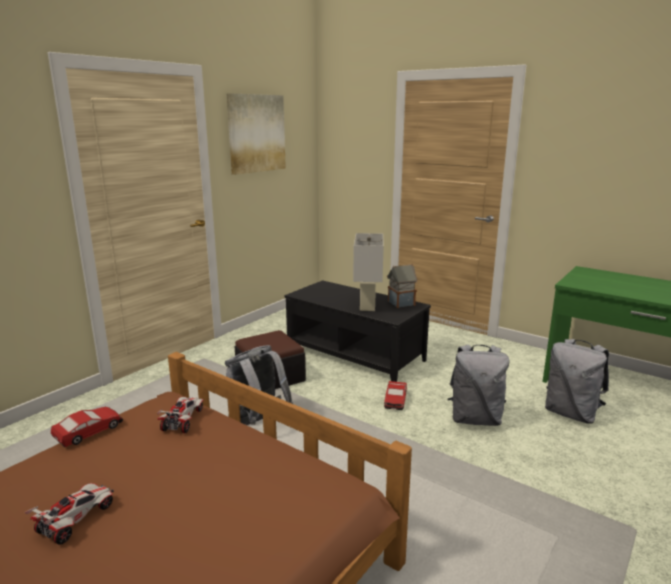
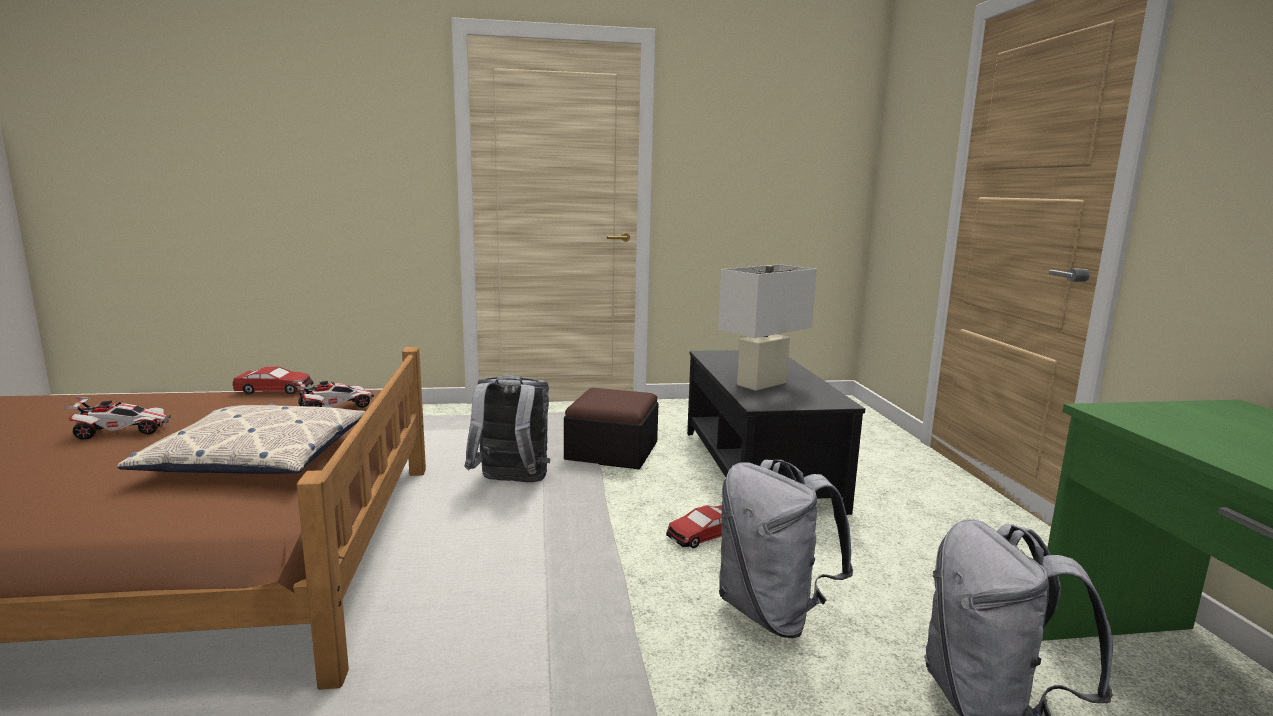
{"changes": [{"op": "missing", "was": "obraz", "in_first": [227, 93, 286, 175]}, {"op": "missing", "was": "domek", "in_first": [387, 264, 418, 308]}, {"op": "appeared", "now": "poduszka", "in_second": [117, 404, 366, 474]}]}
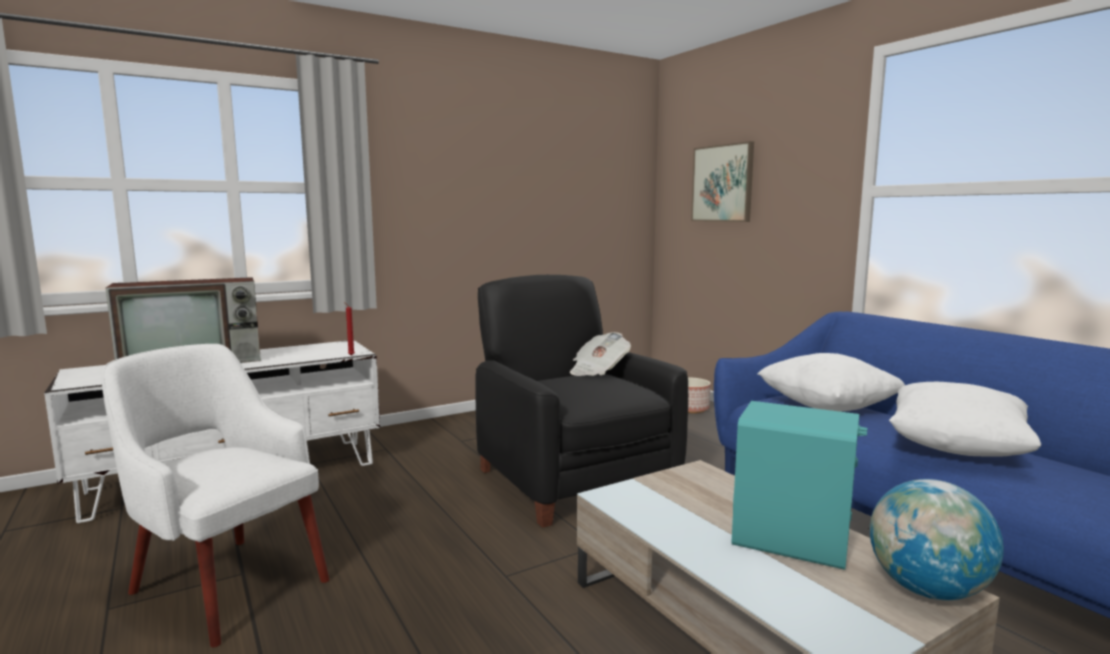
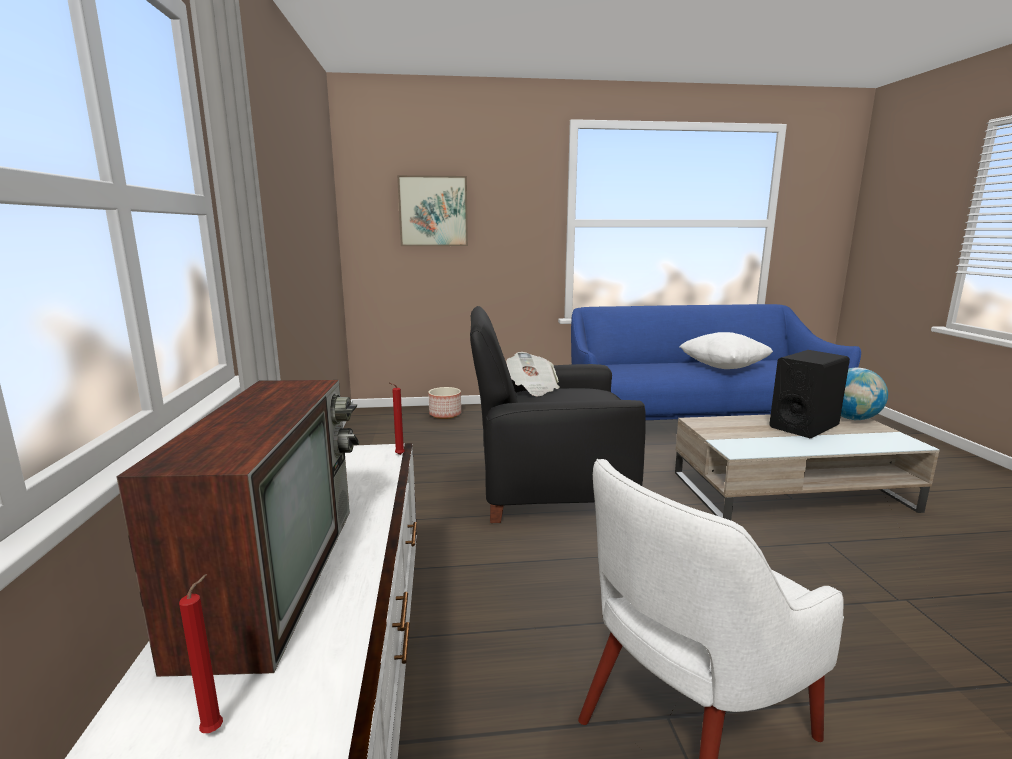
{"changes": [{"op": "missing", "was": "poduszka (biały)", "in_first": [757, 353, 905, 412]}, {"op": "appeared", "now": "świeca (czerwony)", "in_second": [179, 574, 223, 733]}, {"op": "colour", "was": "głośnik (turkusowy)", "now": "głośnik (czarny)", "in_first": [732, 401, 867, 570], "in_second": [769, 350, 850, 438]}]}
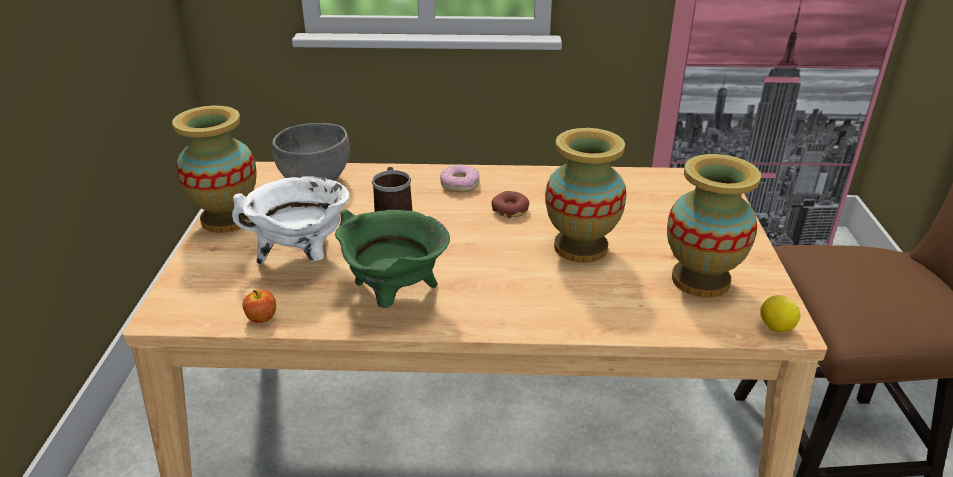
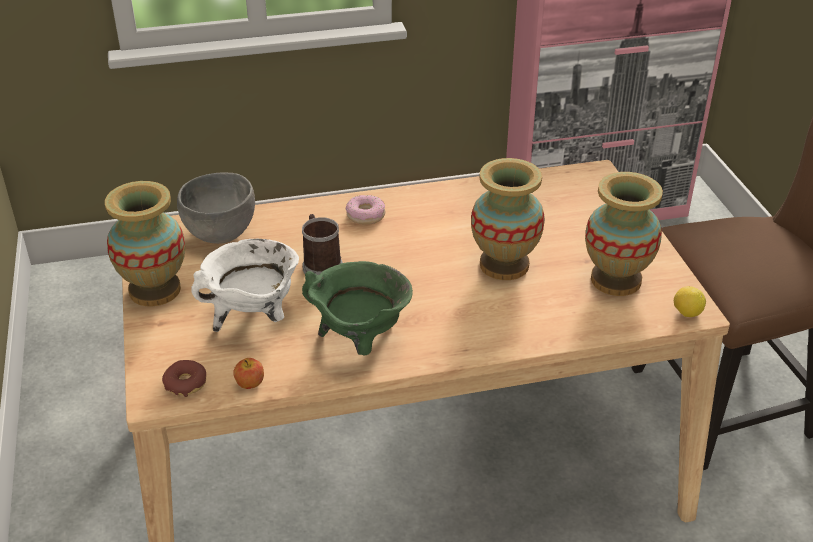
{"changes": [{"op": "relocated", "was": "donut", "in_first": [491, 191, 529, 218], "in_second": [162, 360, 206, 397]}]}
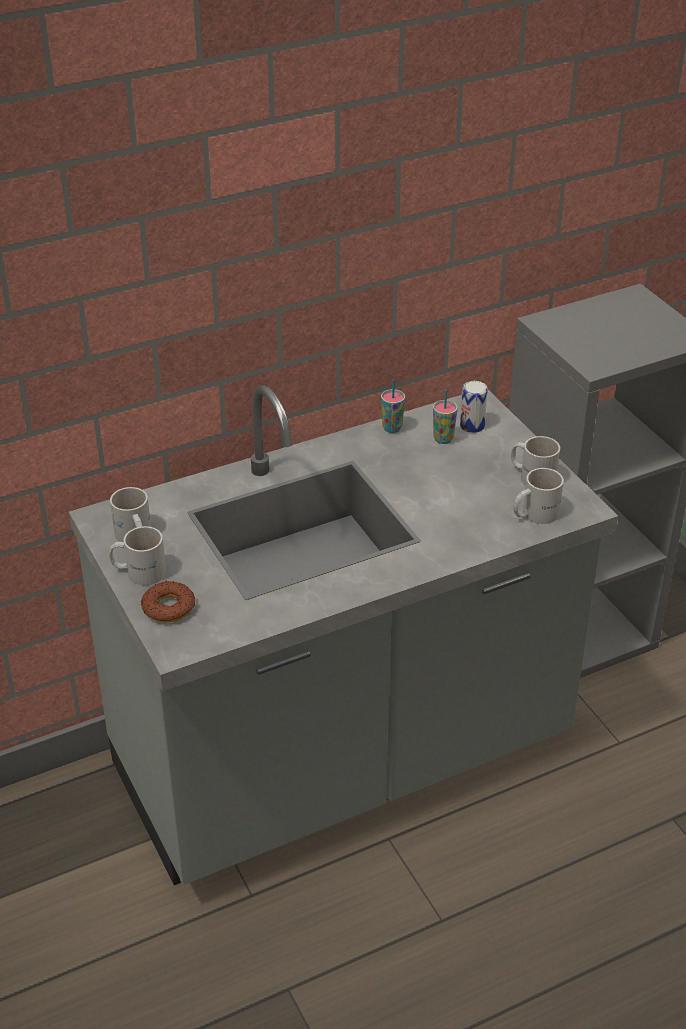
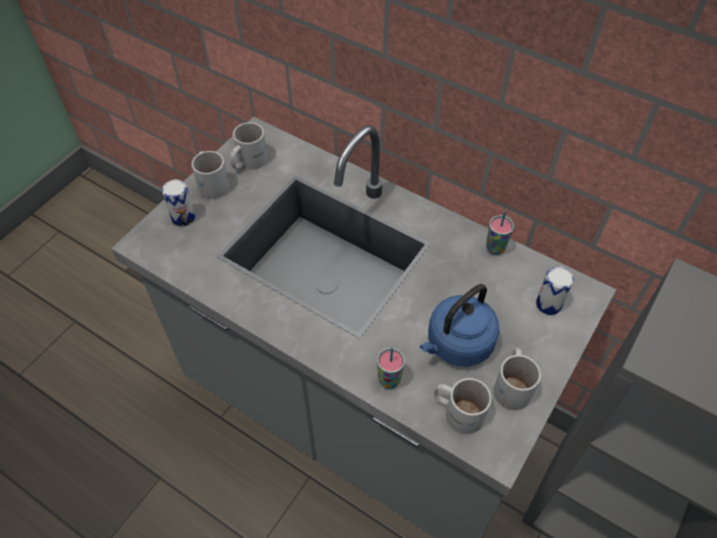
{"changes": [{"op": "appeared", "now": "czajnik (niebieski)", "in_second": [420, 284, 499, 367]}, {"op": "relocated", "was": "filiżanka", "in_first": [433, 390, 458, 444], "in_second": [377, 348, 405, 389]}, {"op": "exchanged", "was": "donut", "now": "puszka", "in_first": [141, 581, 195, 623], "in_second": [162, 180, 195, 226]}]}
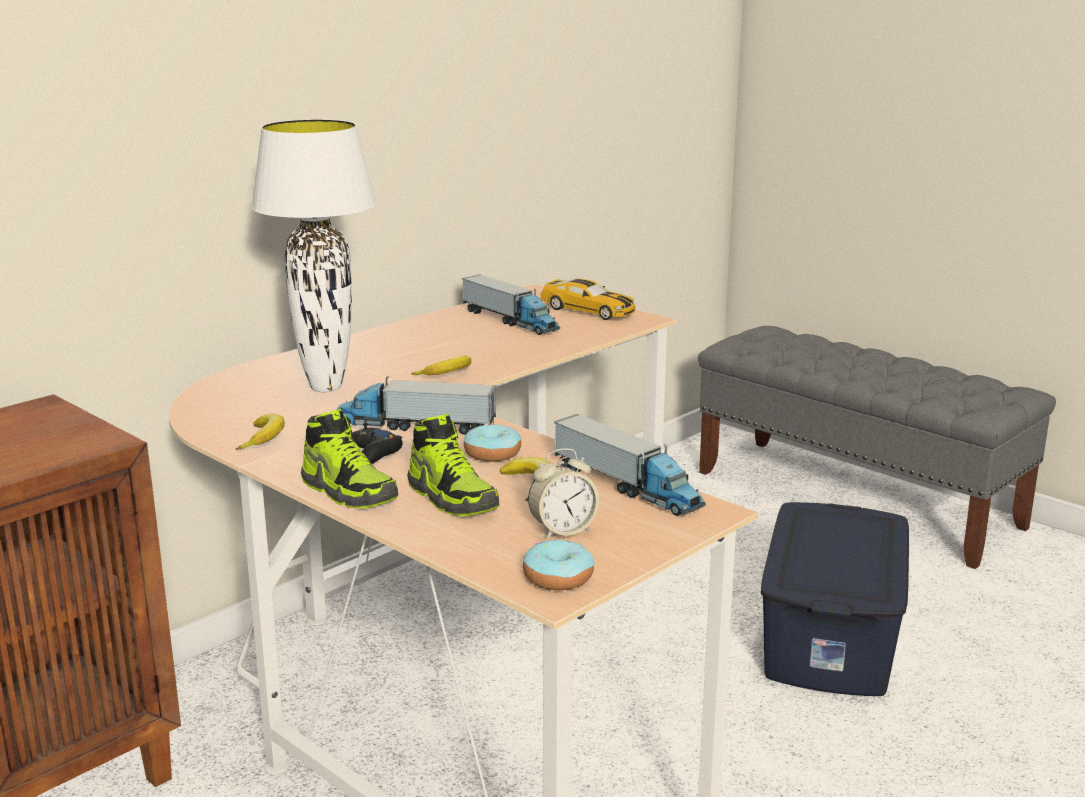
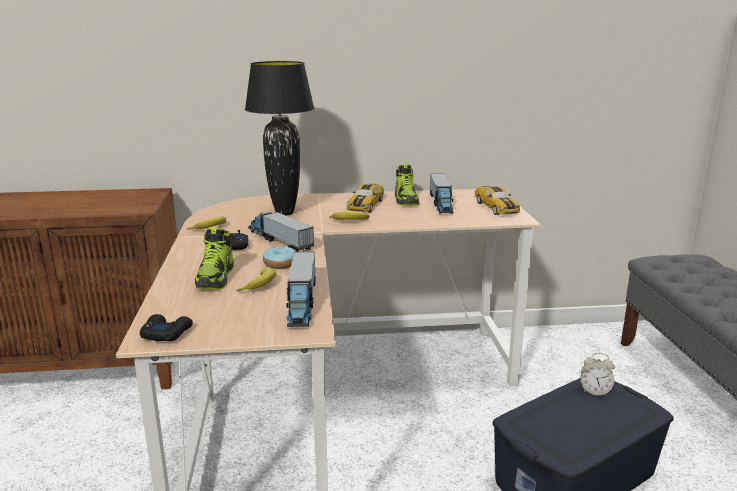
{"changes": [{"op": "appeared", "now": "samochodzik", "in_second": [347, 183, 384, 212]}, {"op": "relocated", "was": "but", "in_first": [301, 408, 398, 509], "in_second": [395, 164, 419, 205]}, {"op": "relocated", "was": "budzik", "in_first": [528, 448, 599, 539], "in_second": [581, 353, 615, 396]}, {"op": "exchanged", "was": "donut", "now": "pad do gier (czarny)", "in_first": [523, 539, 595, 590], "in_second": [140, 314, 193, 341]}, {"op": "colour", "was": "lampa stołowa (biały)", "now": "lampa stołowa (czarny)", "in_first": [251, 119, 376, 392], "in_second": [245, 61, 315, 216]}]}
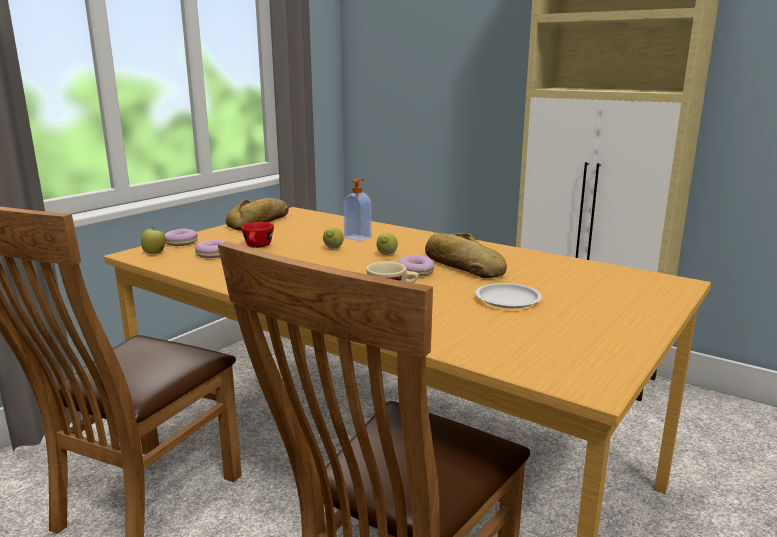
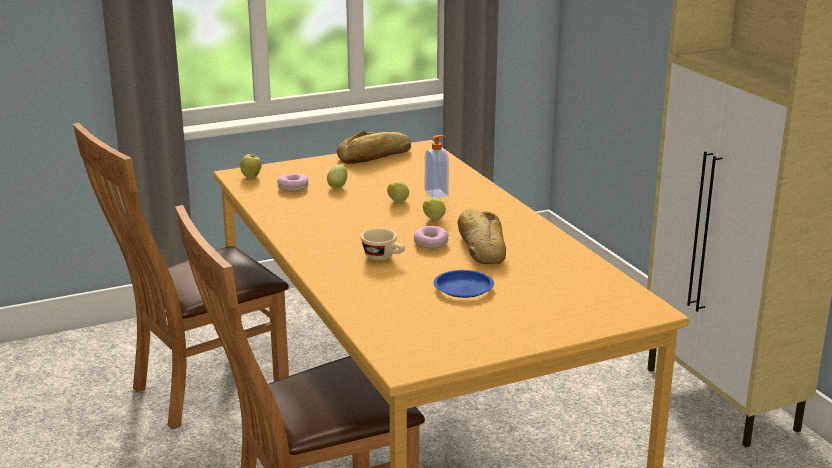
{"changes": [{"op": "missing", "was": "donut", "in_first": [164, 229, 198, 246]}, {"op": "exchanged", "was": "filiżanka (czerwony)", "now": "cytryna", "in_first": [241, 222, 274, 248], "in_second": [327, 164, 347, 189]}, {"op": "colour", "was": "talerz (biały)", "now": "talerz (niebieski)", "in_first": [476, 283, 542, 308], "in_second": [434, 270, 494, 298]}]}
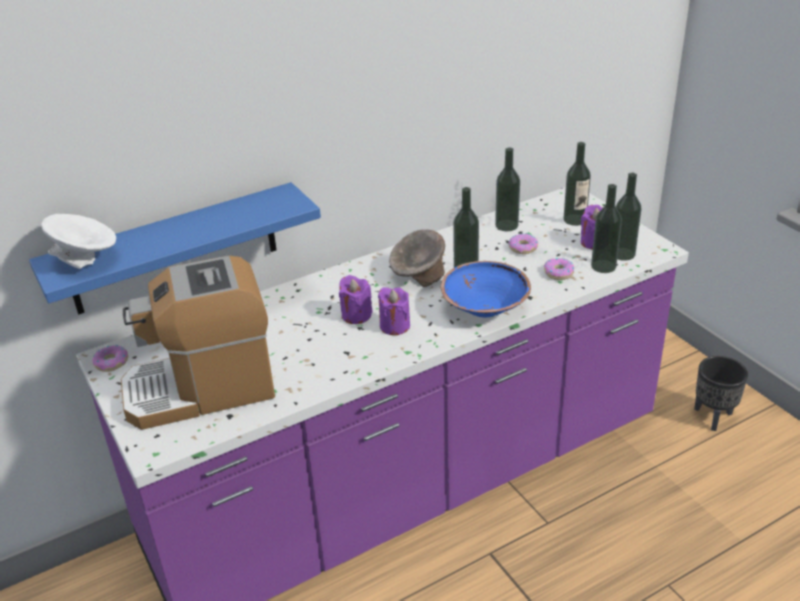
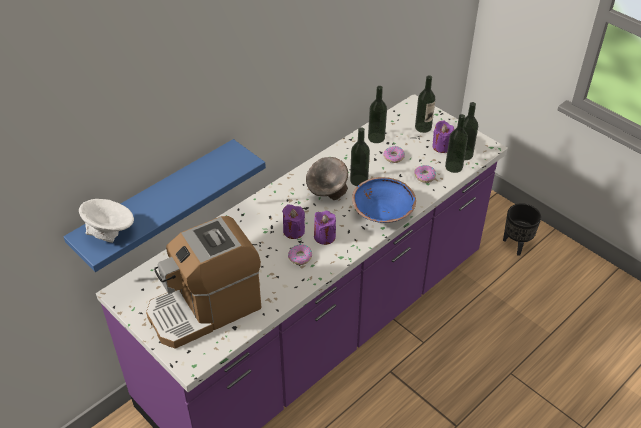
{"changes": [{"op": "relocated", "was": "donut", "in_first": [92, 345, 128, 372], "in_second": [288, 244, 312, 265]}]}
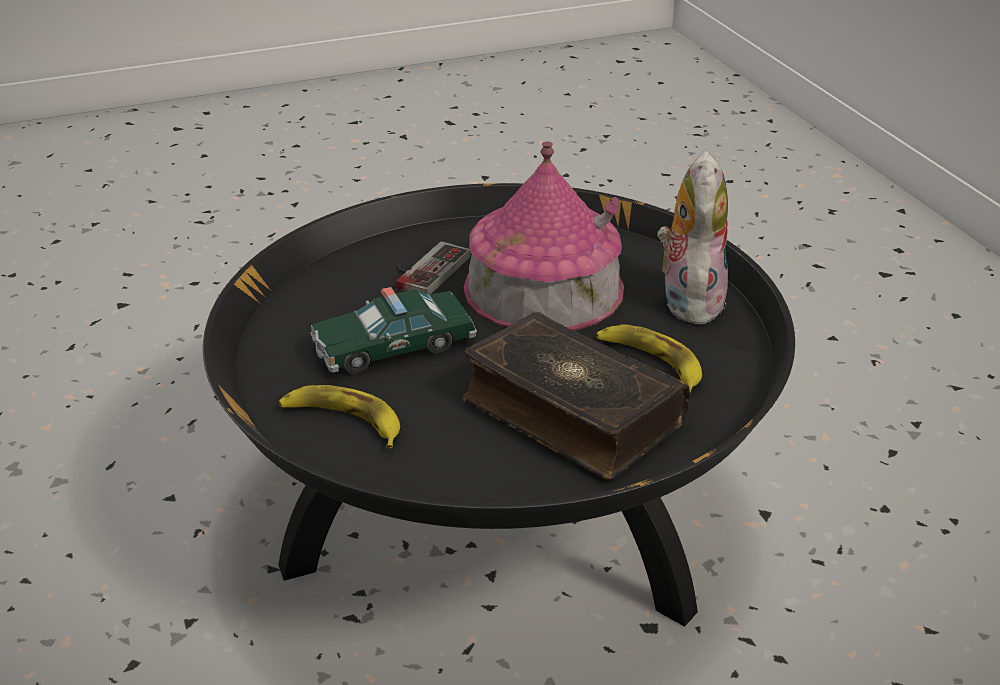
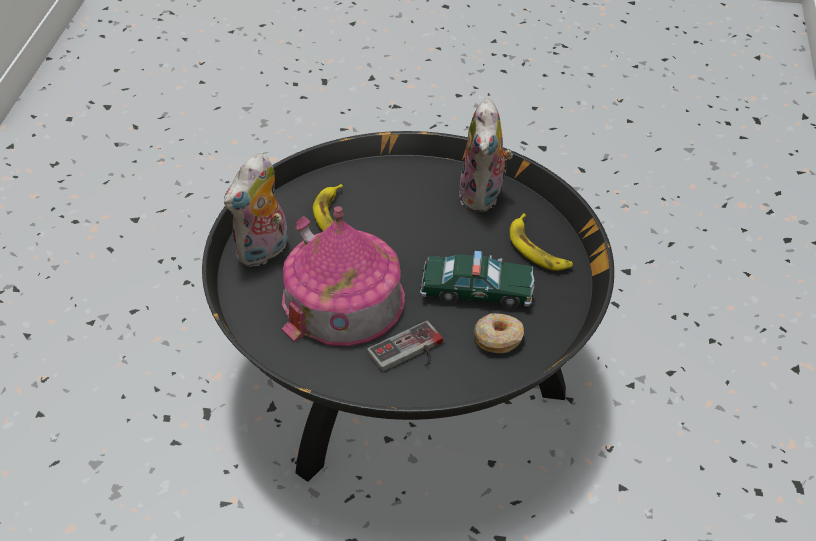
{"changes": [{"op": "missing", "was": "książka", "in_first": [462, 312, 690, 479]}, {"op": "appeared", "now": "pluszak", "in_second": [459, 98, 513, 212]}, {"op": "appeared", "now": "donut", "in_second": [474, 313, 524, 353]}]}
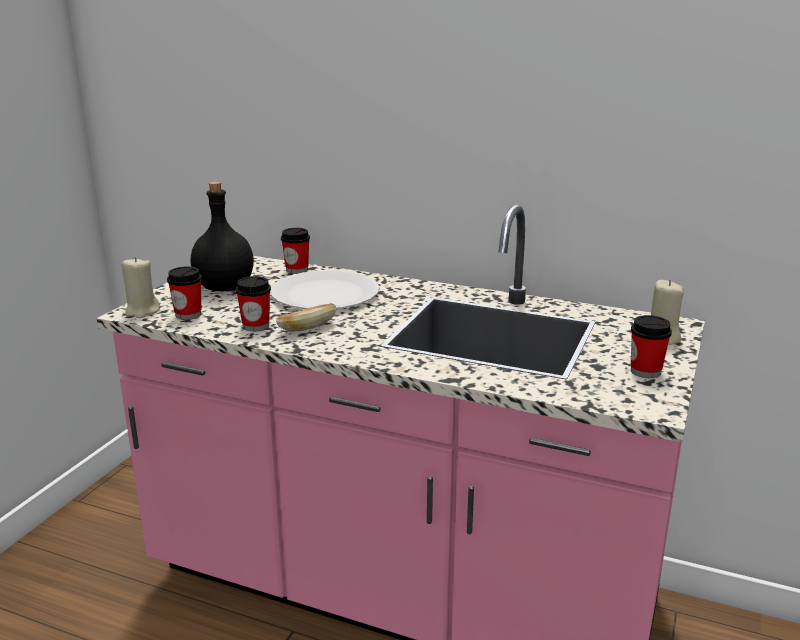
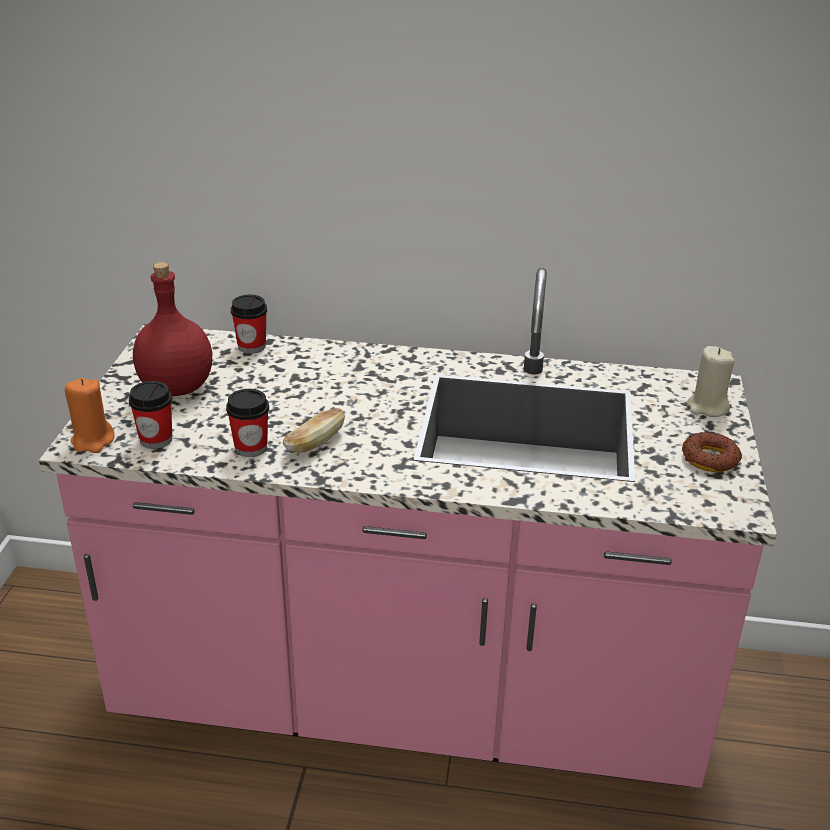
{"changes": [{"op": "missing", "was": "talerz (biały)", "in_first": [270, 270, 380, 309]}, {"op": "exchanged", "was": "filiżanka", "now": "donut", "in_first": [631, 315, 672, 378], "in_second": [682, 432, 742, 472]}, {"op": "colour", "was": "świeca (beżowy)", "now": "świeca (pomarańczowy)", "in_first": [121, 257, 160, 318], "in_second": [65, 378, 114, 453]}, {"op": "colour", "was": "butelka (czarny)", "now": "butelka (czerwony)", "in_first": [191, 182, 254, 291], "in_second": [133, 262, 212, 396]}]}
